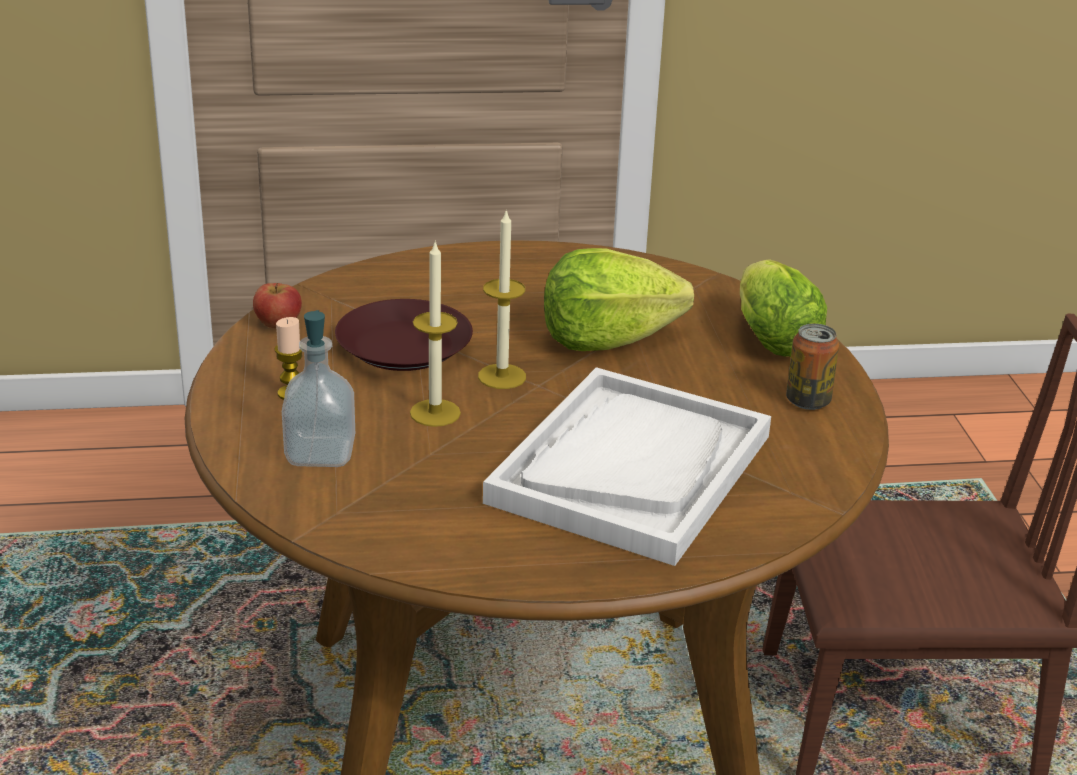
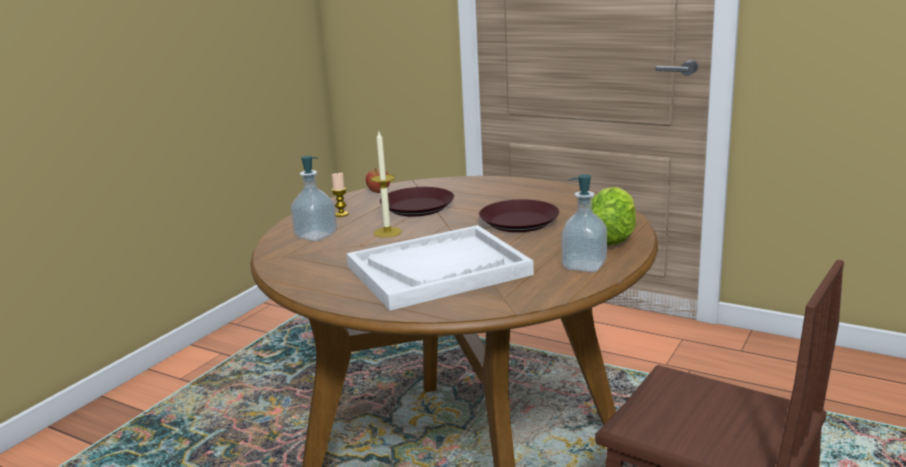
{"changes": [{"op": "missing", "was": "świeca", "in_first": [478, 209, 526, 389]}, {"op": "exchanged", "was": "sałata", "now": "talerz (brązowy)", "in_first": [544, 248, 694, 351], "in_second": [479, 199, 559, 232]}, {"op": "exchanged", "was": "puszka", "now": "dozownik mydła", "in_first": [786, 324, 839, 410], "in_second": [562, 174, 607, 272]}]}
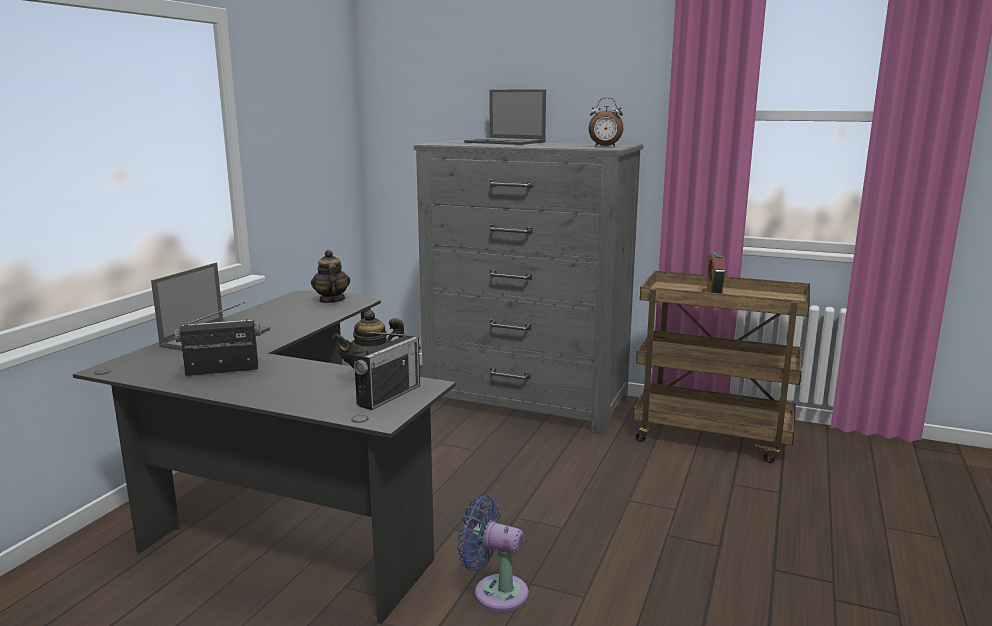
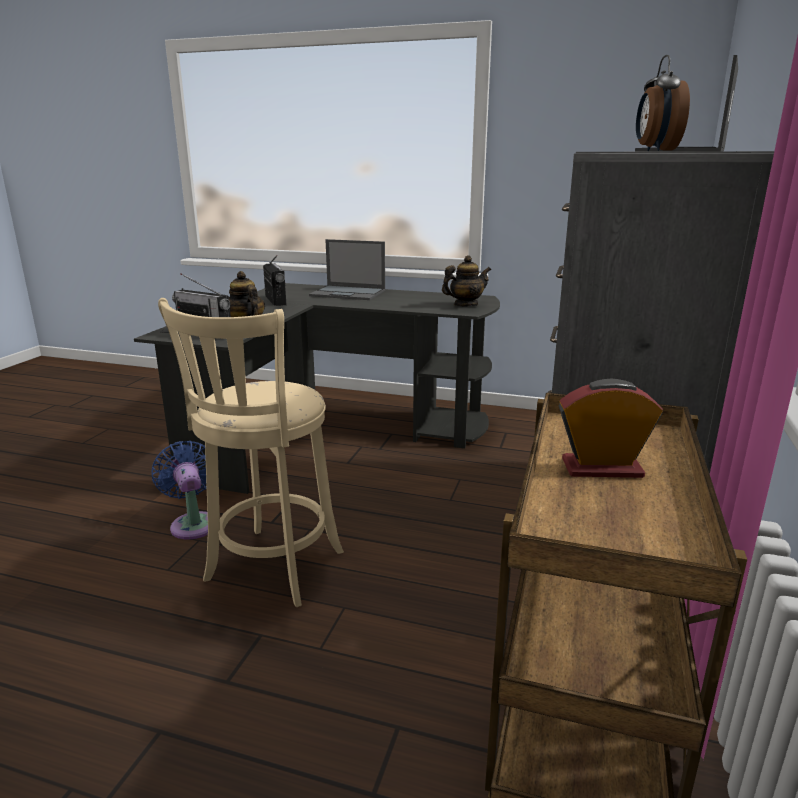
{"changes": [{"op": "appeared", "now": "stołek (beżowy)", "in_second": [158, 298, 344, 607]}, {"op": "spun", "was": "wentylator (niebieski)", "in_first": [457, 495, 529, 612], "in_second": [151, 441, 208, 539], "clockwise": -45}]}
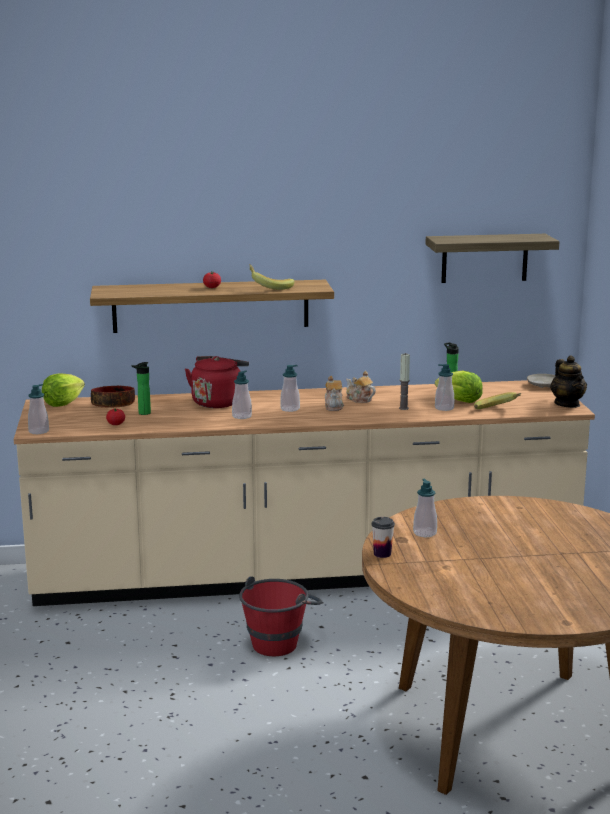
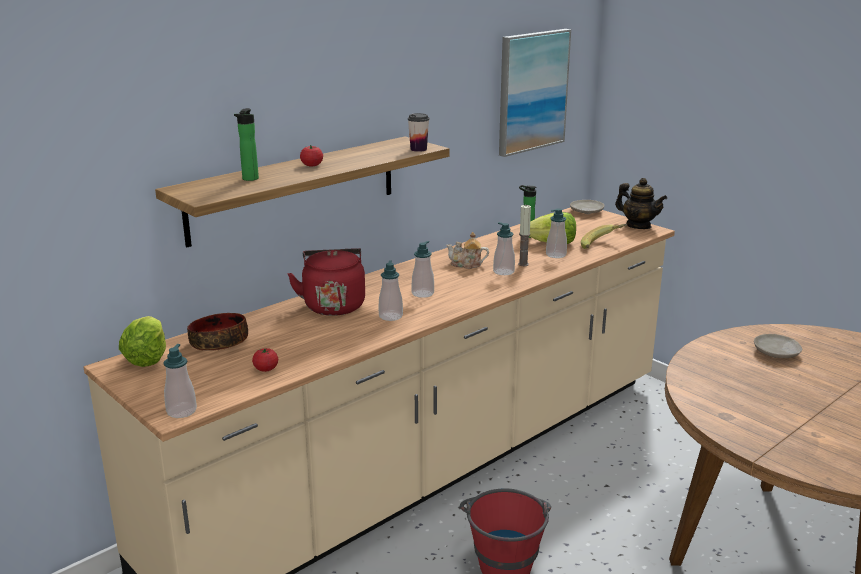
{"changes": [{"op": "missing", "was": "banan", "in_first": [249, 264, 294, 290]}, {"op": "missing", "was": "imbryk", "in_first": [325, 376, 344, 411]}, {"op": "appeared", "now": "talerz (beżowy)", "in_second": [754, 334, 802, 358]}, {"op": "relocated", "was": "butelka", "in_first": [131, 362, 151, 415], "in_second": [234, 108, 259, 181]}, {"op": "relocated", "was": "filiżanka", "in_first": [372, 517, 395, 558], "in_second": [408, 113, 430, 152]}, {"op": "relocated", "was": "dozownik mydła", "in_first": [413, 479, 437, 537], "in_second": [493, 222, 515, 275]}, {"op": "exchanged", "was": "półka", "now": "obraz", "in_first": [425, 234, 559, 283], "in_second": [499, 29, 571, 157]}]}
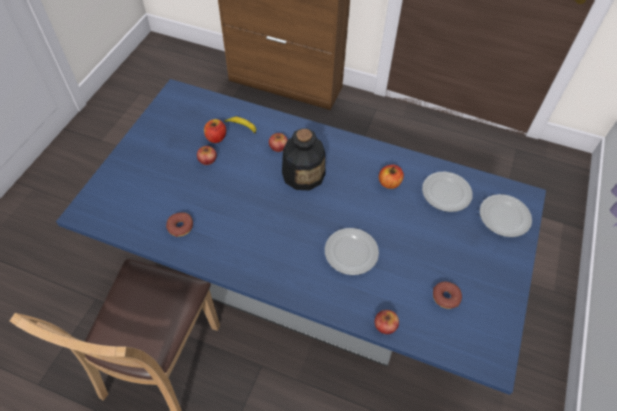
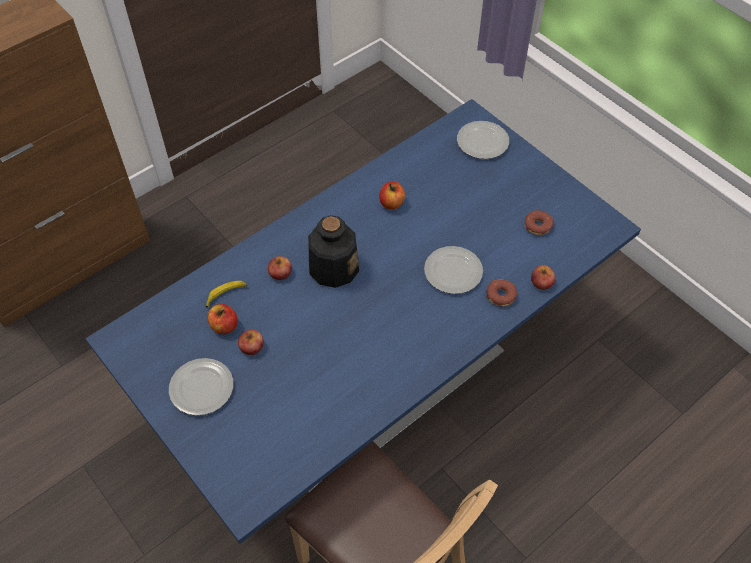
{"changes": [{"op": "relocated", "was": "donut", "in_first": [166, 213, 193, 237], "in_second": [486, 279, 517, 306]}, {"op": "relocated", "was": "talerz", "in_first": [422, 172, 473, 212], "in_second": [169, 358, 233, 416]}]}
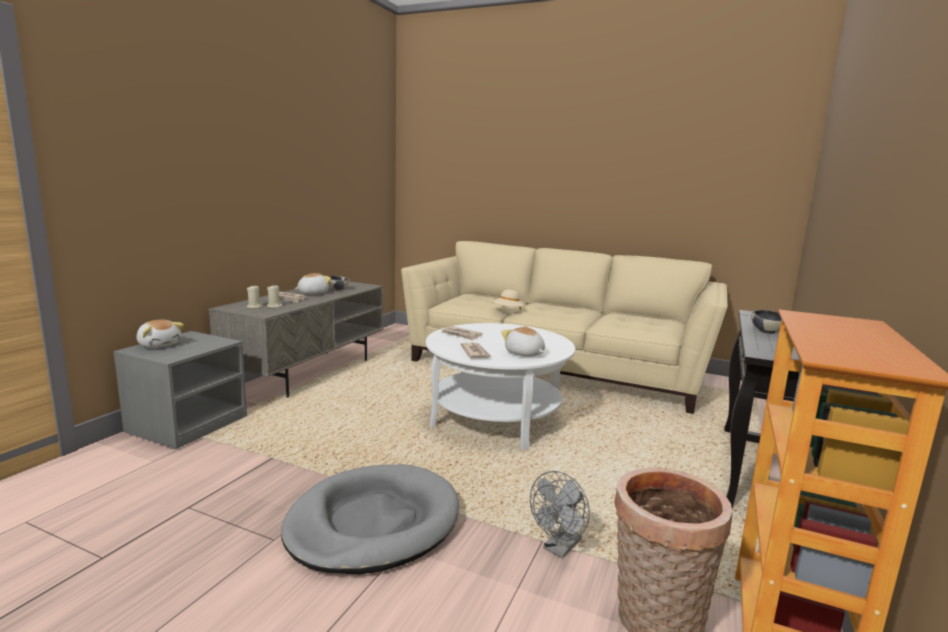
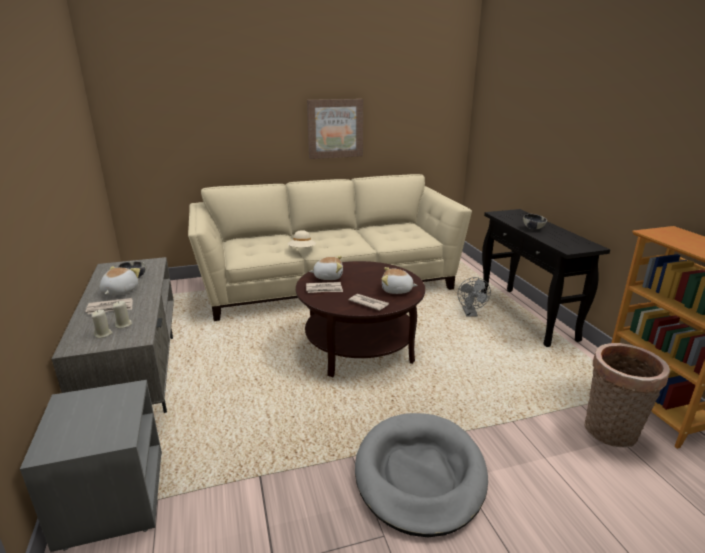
{"changes": [{"op": "appeared", "now": "obraz", "in_second": [307, 99, 363, 159]}, {"op": "relocated", "was": "pluszak", "in_first": [137, 319, 184, 348], "in_second": [309, 256, 343, 280]}, {"op": "relocated", "was": "wentylator (szary)", "in_first": [530, 471, 590, 558], "in_second": [458, 277, 491, 317]}, {"op": "colour", "was": "ława (biały)", "now": "ława (brązowy)", "in_first": [426, 323, 575, 450], "in_second": [296, 261, 425, 377]}]}
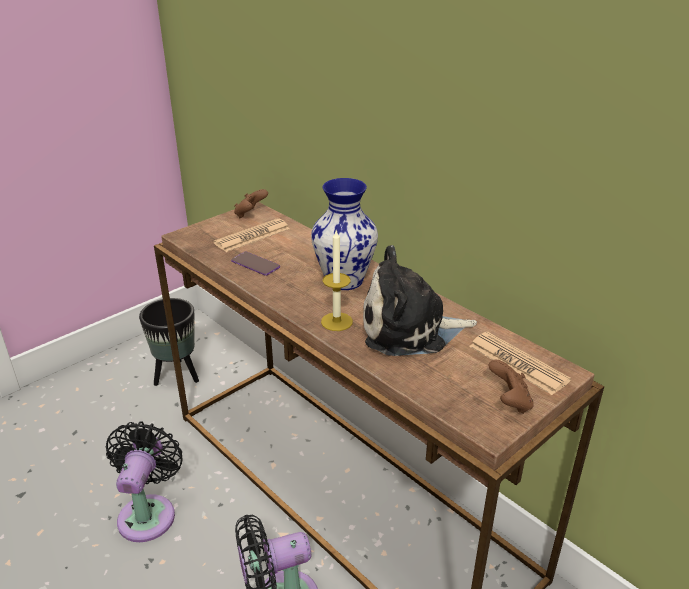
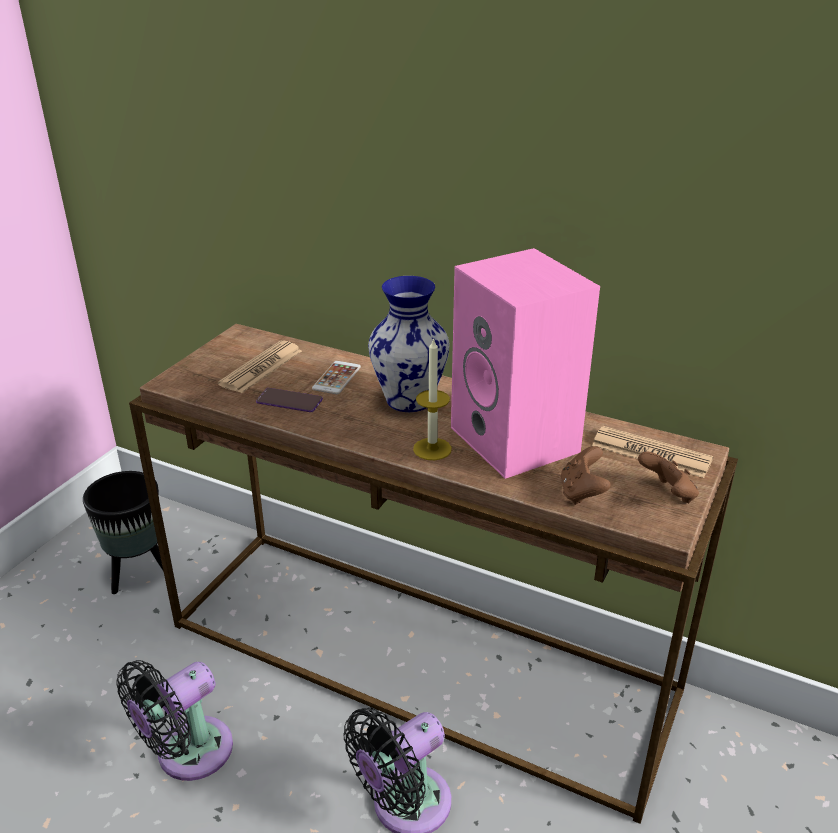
{"changes": [{"op": "appeared", "now": "telefon", "in_second": [312, 361, 361, 394]}, {"op": "relocated", "was": "pad do gier (brązowy)", "in_first": [234, 189, 268, 218], "in_second": [561, 446, 611, 505]}, {"op": "exchanged", "was": "pluszak", "now": "głośnik (różowy)", "in_first": [363, 245, 477, 356], "in_second": [451, 248, 600, 479]}, {"op": "spun", "was": "wentylator (czarny)", "in_first": [106, 421, 182, 542], "in_second": [116, 660, 233, 781], "clockwise": -120}]}
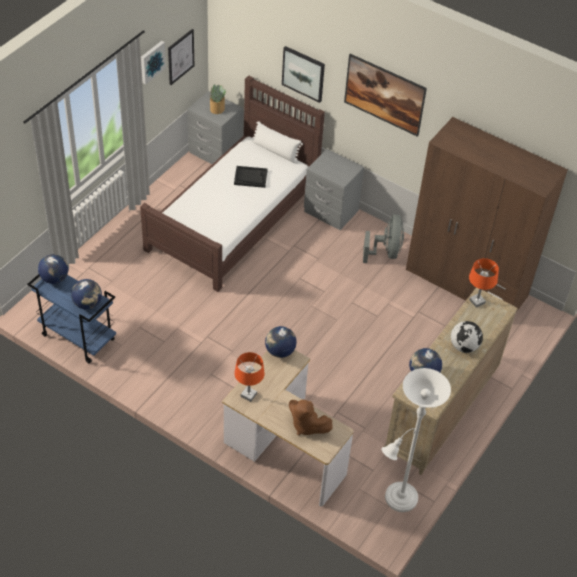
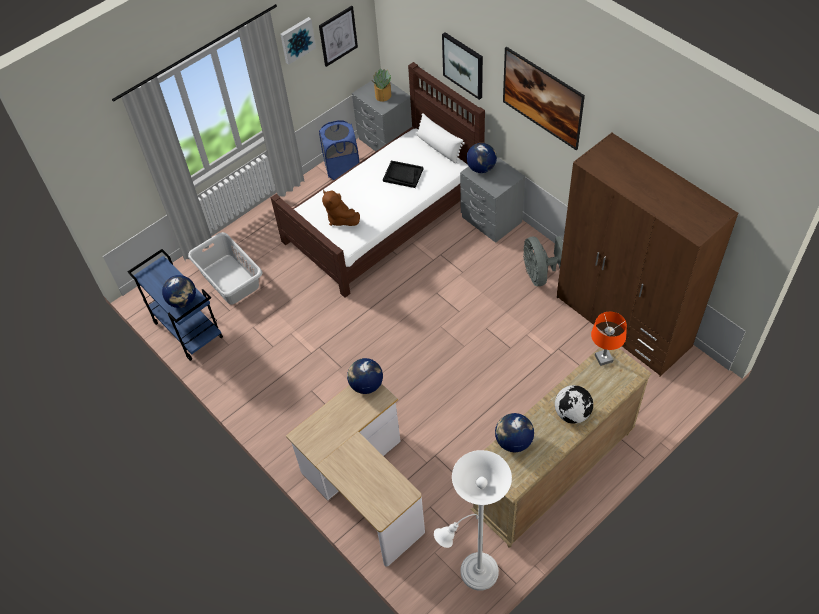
{"changes": [{"op": "missing", "was": "lampa stołowa (pomarańczowy)", "in_first": [234, 352, 265, 402]}, {"op": "appeared", "now": "kosz na pranie (szary)", "in_second": [188, 232, 262, 305]}, {"op": "appeared", "now": "kosz na pranie (niebieski)", "in_second": [319, 120, 360, 180]}, {"op": "relocated", "was": "globus", "in_first": [38, 254, 68, 284], "in_second": [466, 143, 497, 173]}, {"op": "relocated", "was": "pluszak (brązowy)", "in_first": [289, 399, 333, 436], "in_second": [322, 190, 360, 226]}, {"op": "spun", "was": "wentylator (szary)", "in_first": [363, 214, 404, 263], "in_second": [523, 236, 563, 286], "clockwise": 150}]}
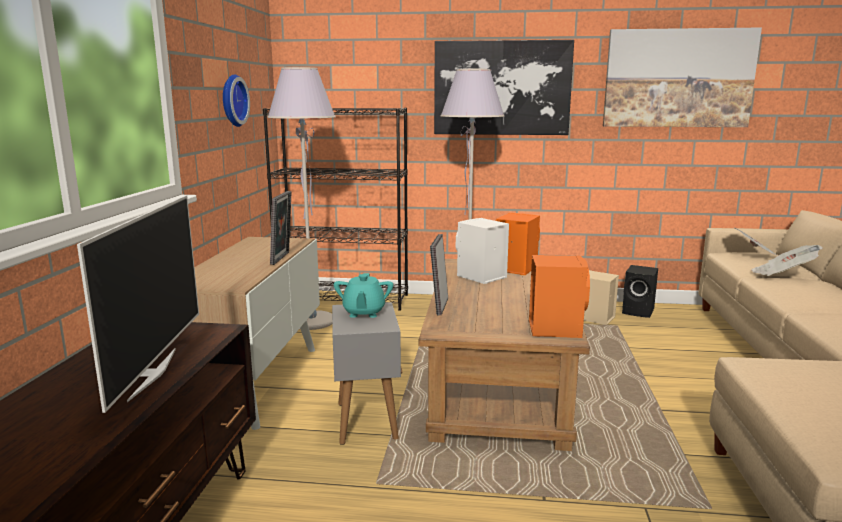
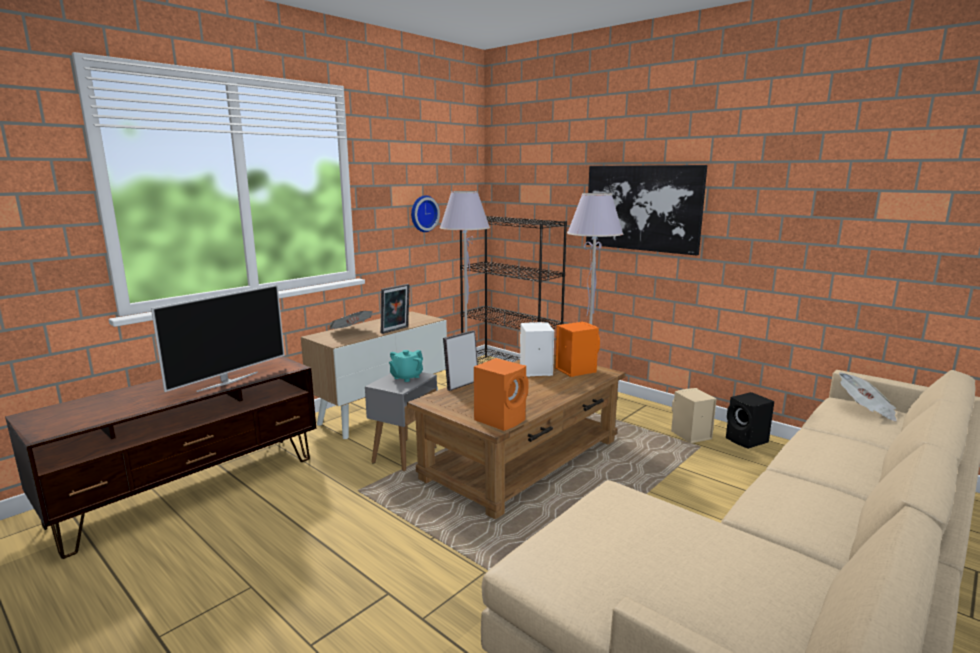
{"changes": [{"op": "missing", "was": "obraz", "in_first": [603, 27, 762, 127]}, {"op": "relocated", "was": "gazeta", "in_first": [751, 245, 823, 276], "in_second": [329, 311, 372, 329]}]}
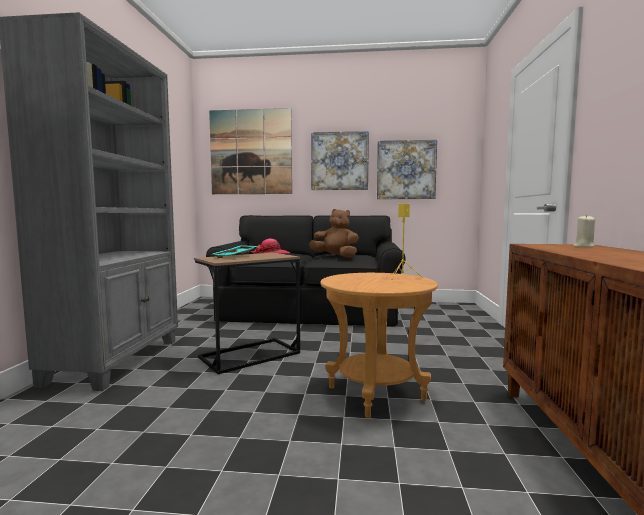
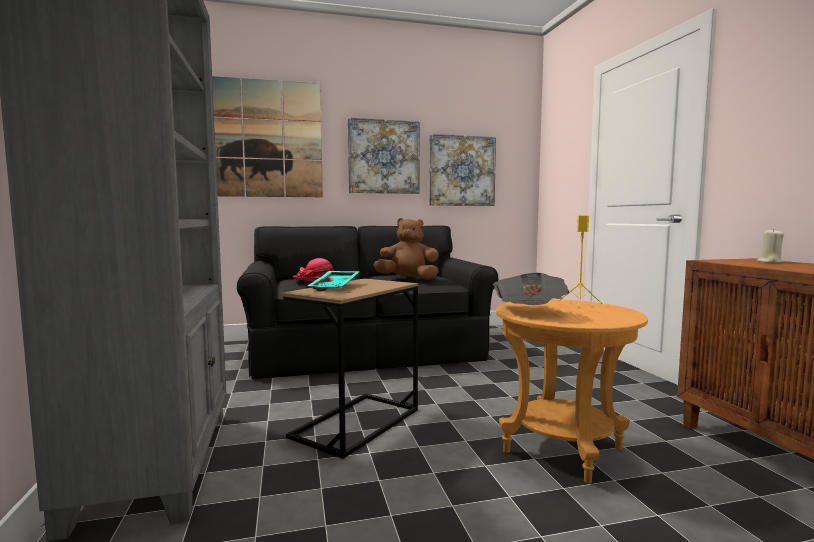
{"changes": [{"op": "appeared", "now": "gazeta", "in_second": [493, 273, 570, 305]}]}
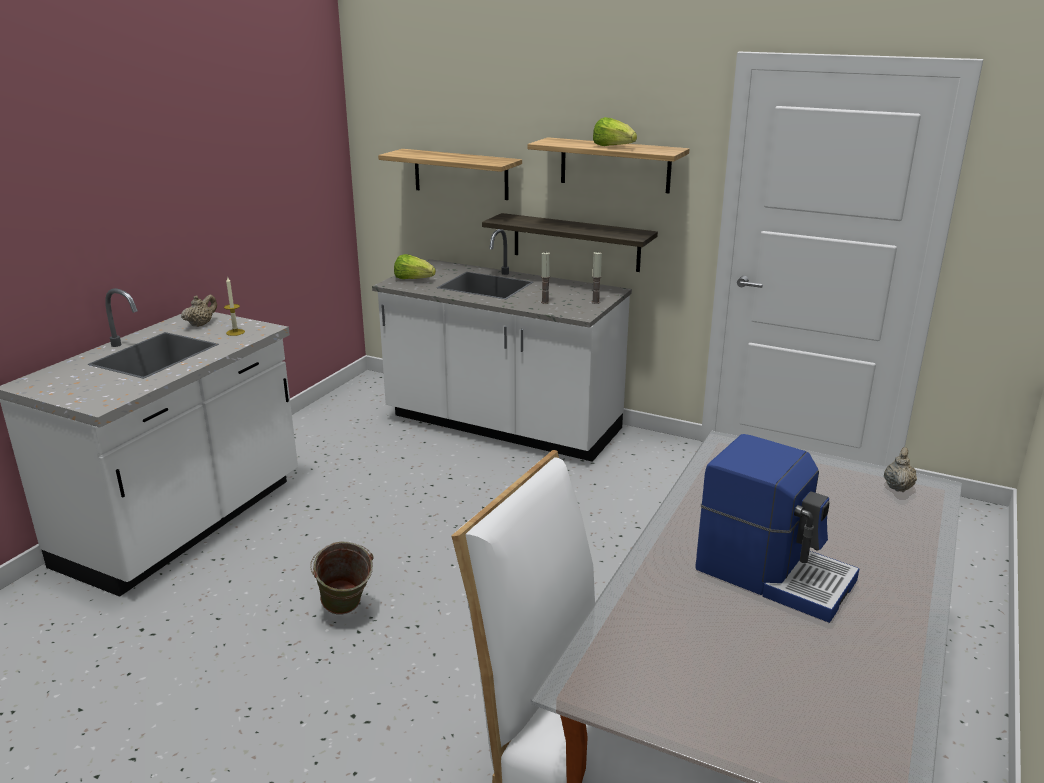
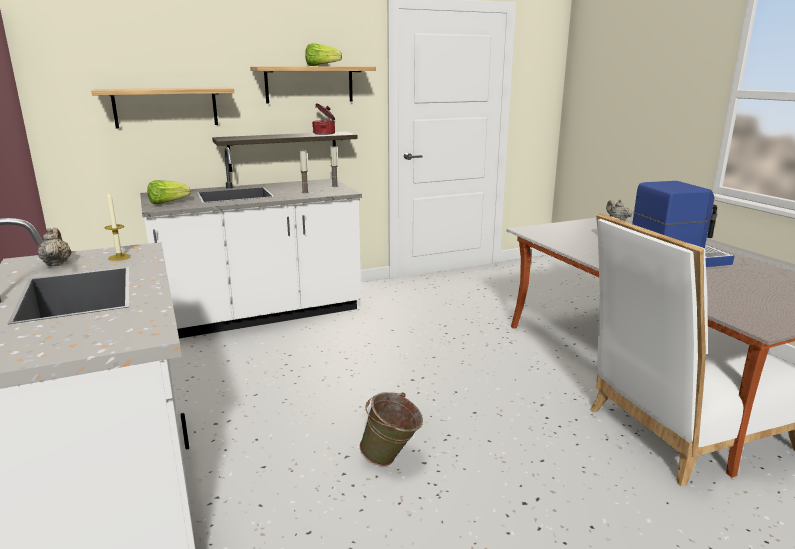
{"changes": [{"op": "appeared", "now": "garnek", "in_second": [312, 103, 335, 135]}]}
